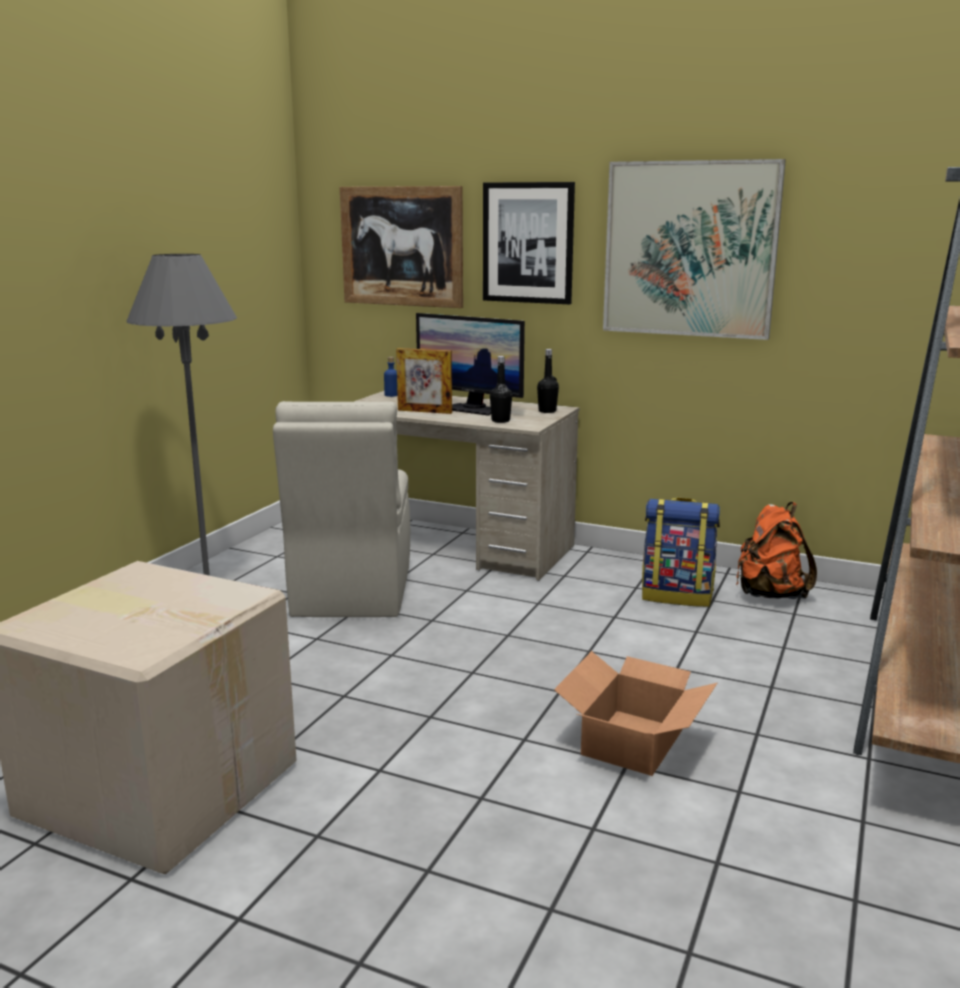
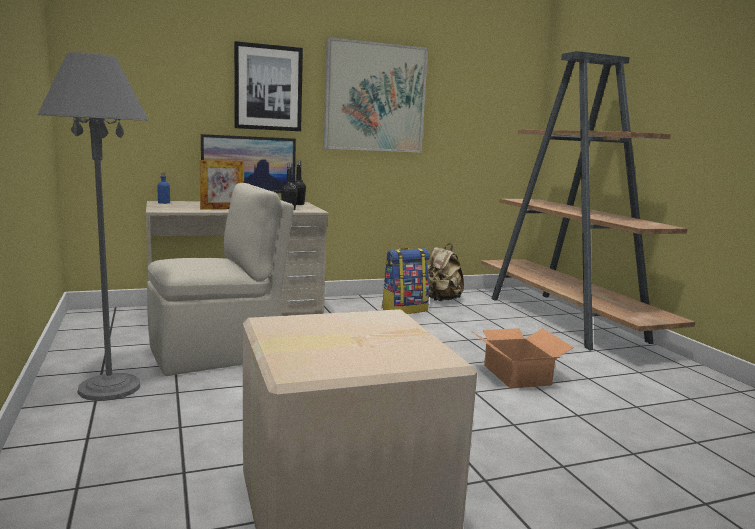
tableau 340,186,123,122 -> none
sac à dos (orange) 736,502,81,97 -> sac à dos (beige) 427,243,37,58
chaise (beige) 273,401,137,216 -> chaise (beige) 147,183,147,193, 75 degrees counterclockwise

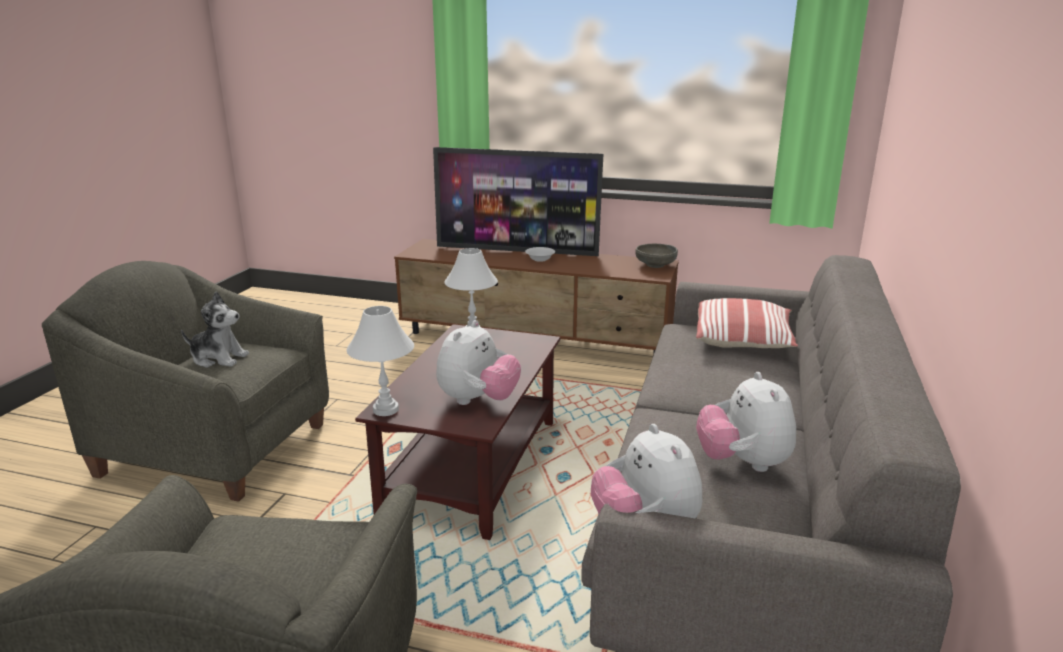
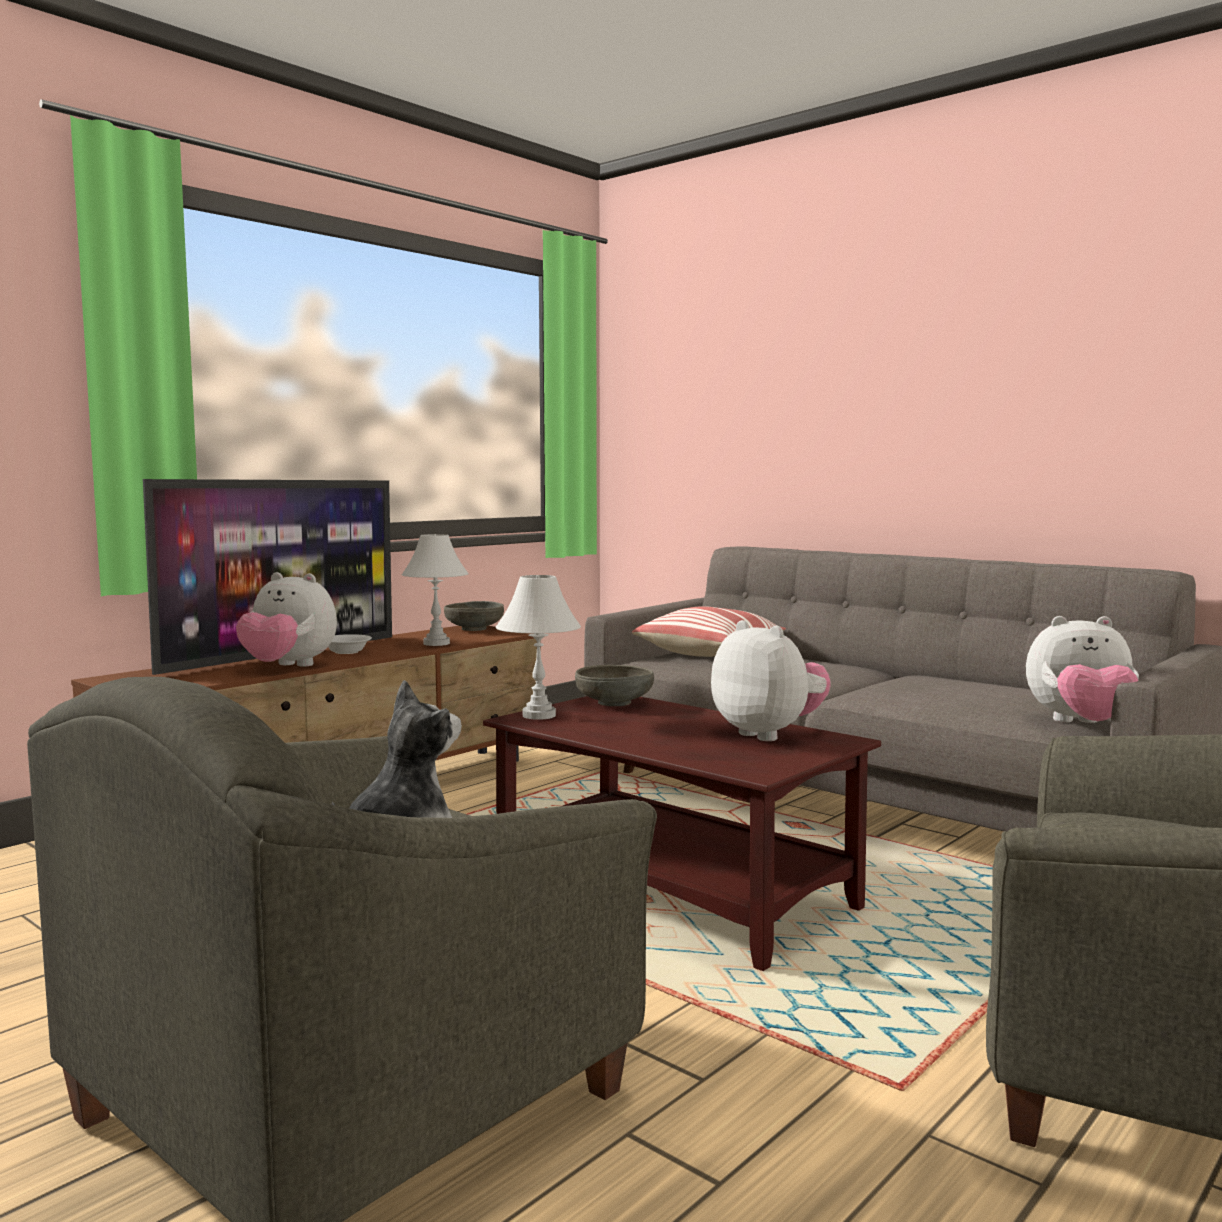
none -> bol (gris) 575,665,79,41
lampe de table (blanc) 347,306,67,110 -> lampe de table (blanc) 402,534,67,112, moved
peluche 696,372,100,100 -> peluche 236,572,101,95, moved

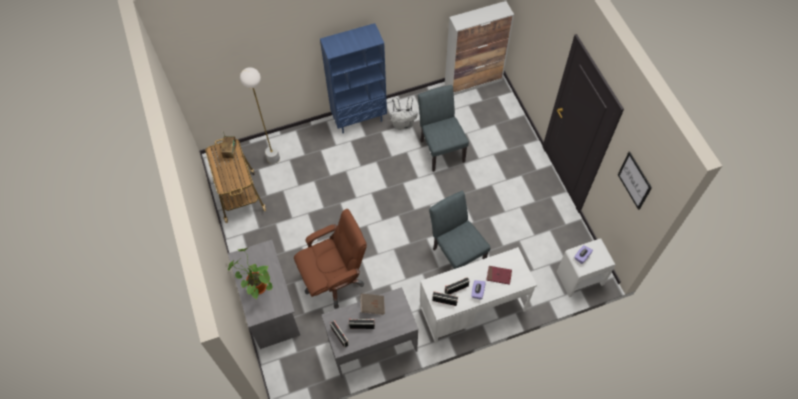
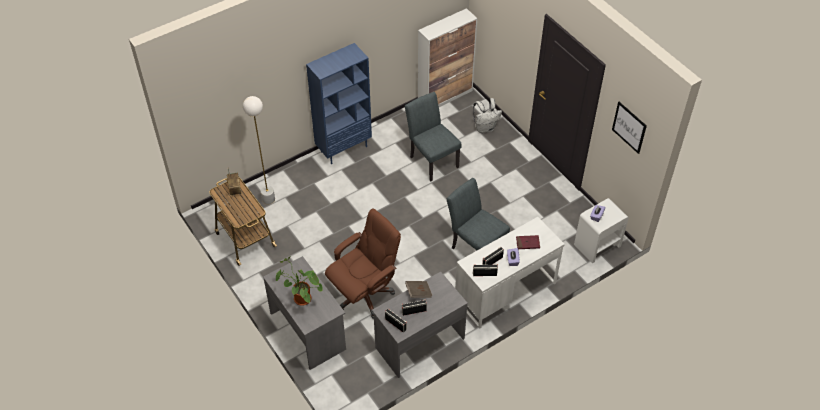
sac à dos (blanc) 390,97,28,32 -> sac à dos (blanc) 473,98,29,35, moved

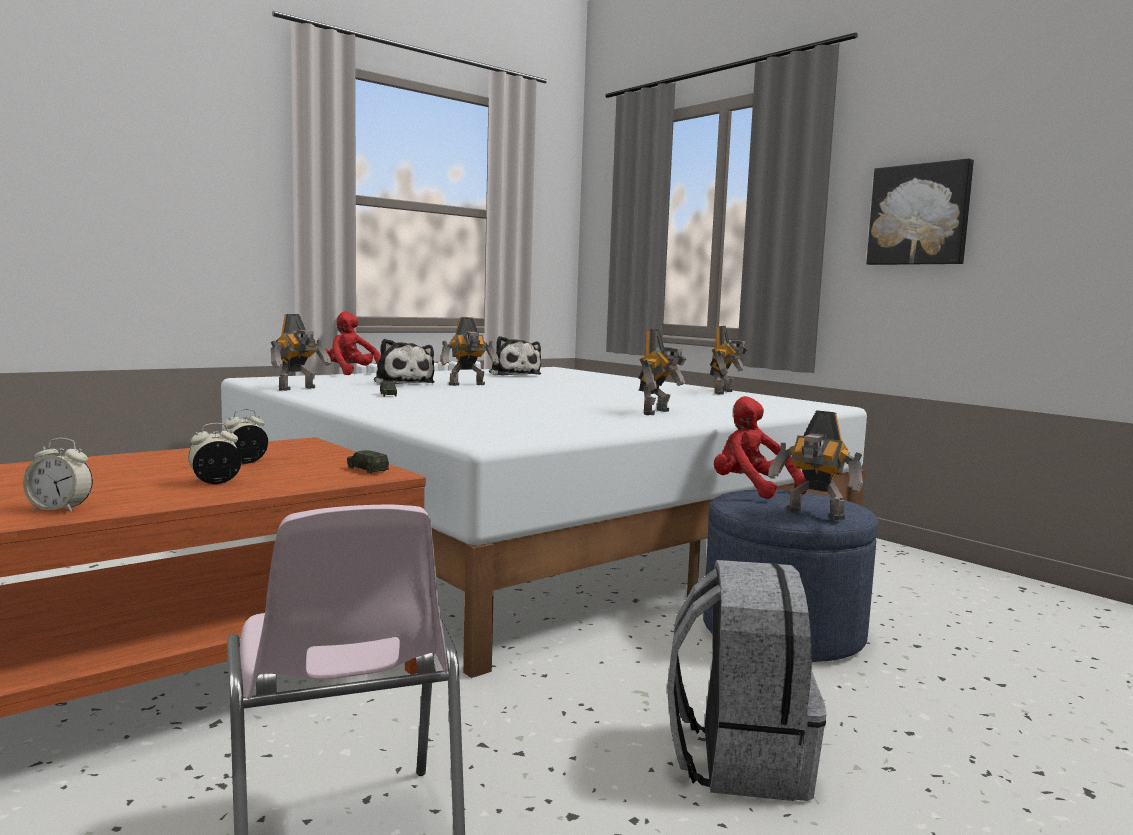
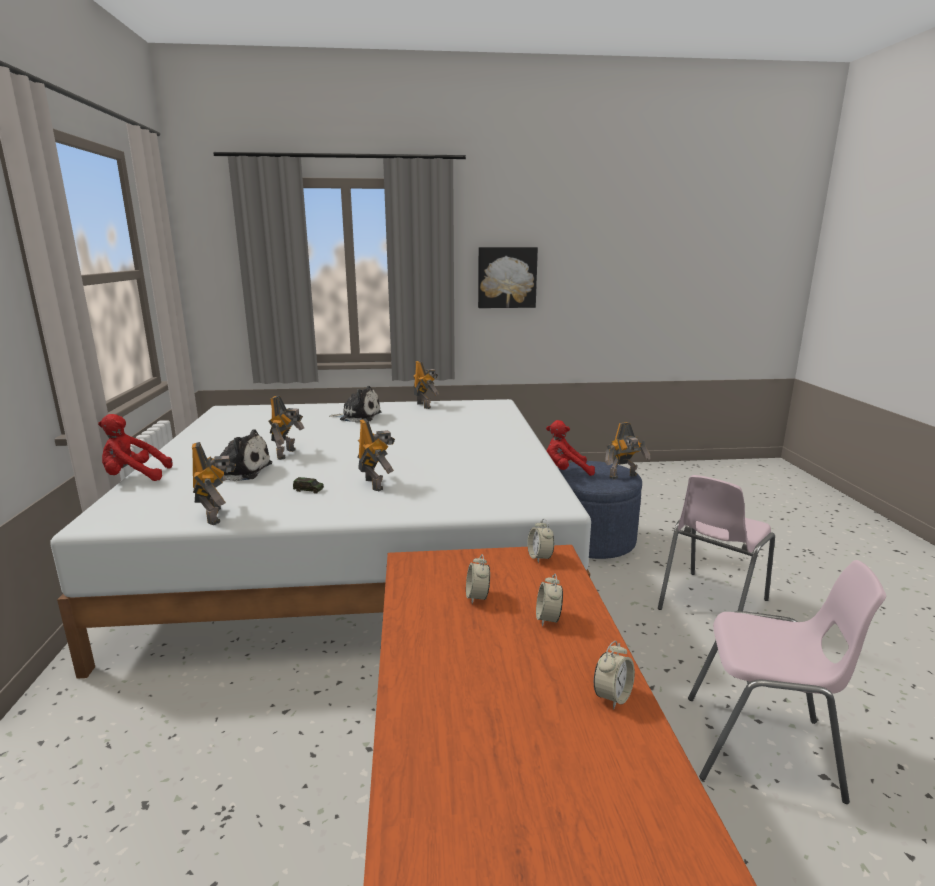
peluche 489,336,52,40 -> peluche 329,386,52,37, moved
robot jouet 639,329,47,86 -> robot jouet 357,418,38,73, moved
petite voiture 347,450,42,24 -> réveil 527,518,27,45
sac à dos (gris) 667,560,159,241 -> chaise (rose) 658,475,117,136

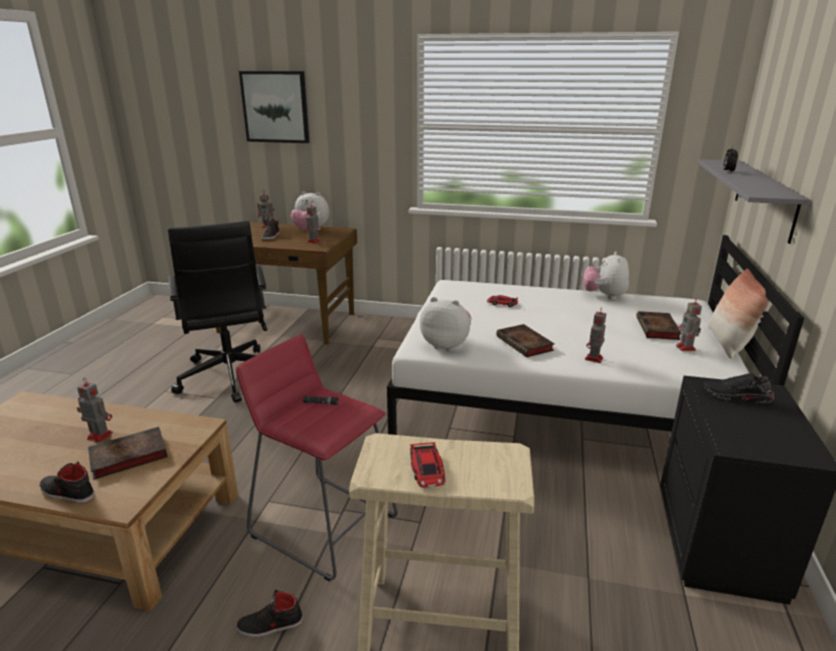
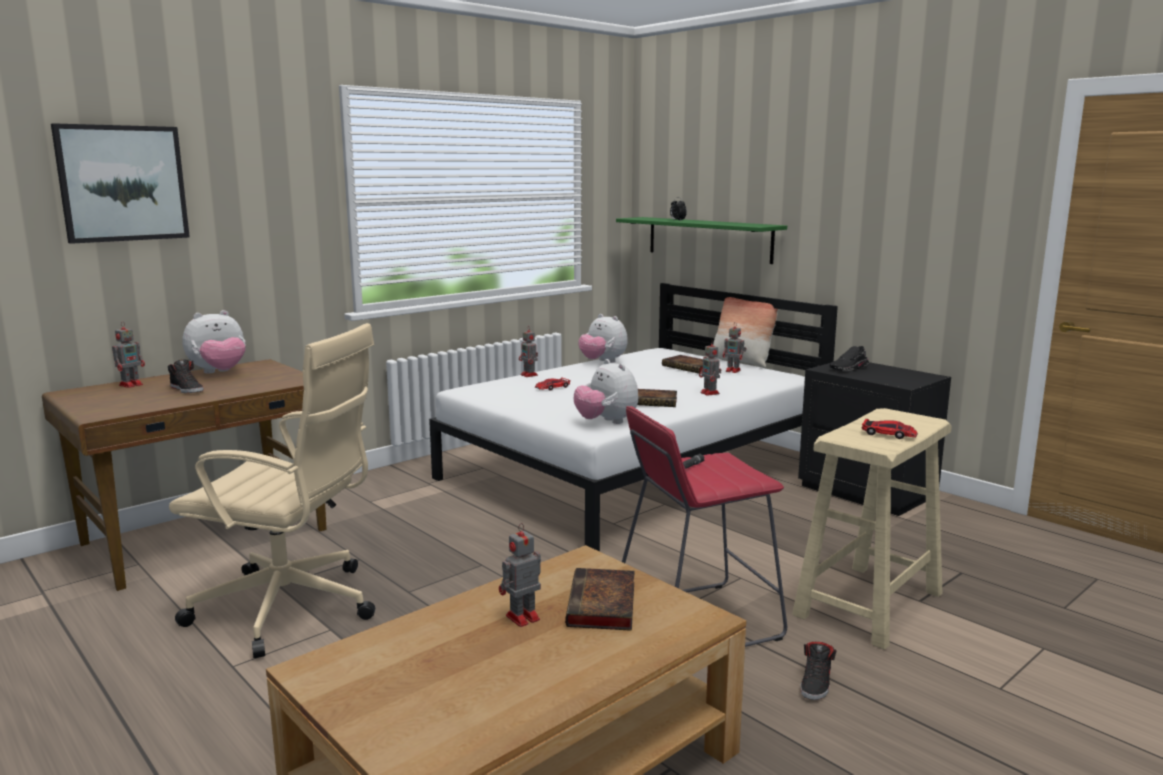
chaussure (noir) 39,461,56,43 -> none
robot jouet 305,202,16,41 -> robot jouet 519,328,19,49, moved
chaise de bureau (noir) 168,221,100,182 -> chaise de bureau (beige) 169,323,206,335
étagère (gris) 697,159,113,85 -> étagère (vert) 616,217,171,47
peluche 420,297,52,55 -> peluche 574,359,64,65, 90 degrees counterclockwise

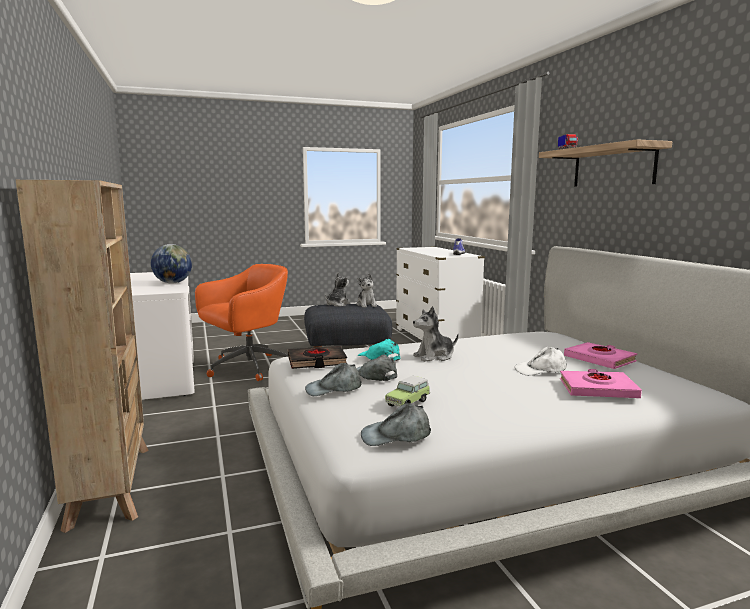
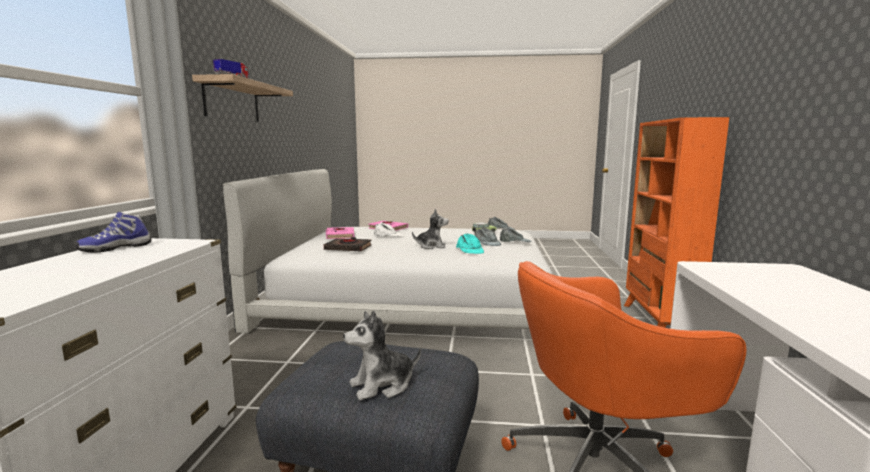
globe 151,244,41,40 -> none
peluche 356,273,21,34 -> none
livre (noir) 288,346,59,23 -> livre (noir) 324,237,48,15, moved
bibliothèque (beige) 16,180,133,353 -> bibliothèque (orange) 624,117,105,211

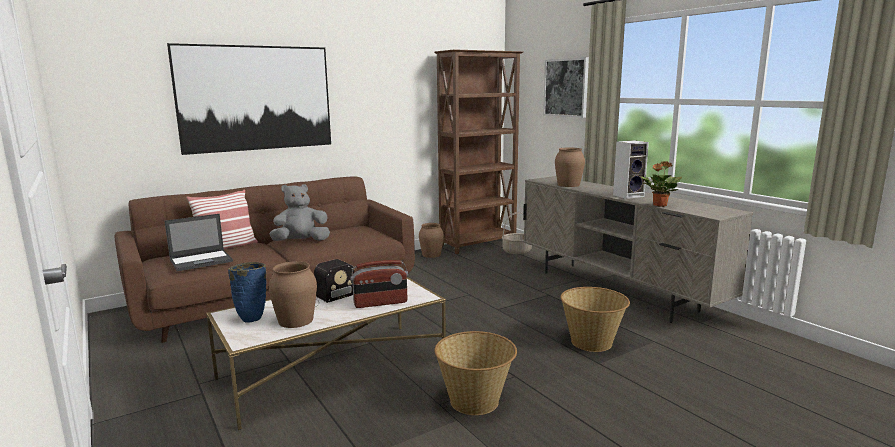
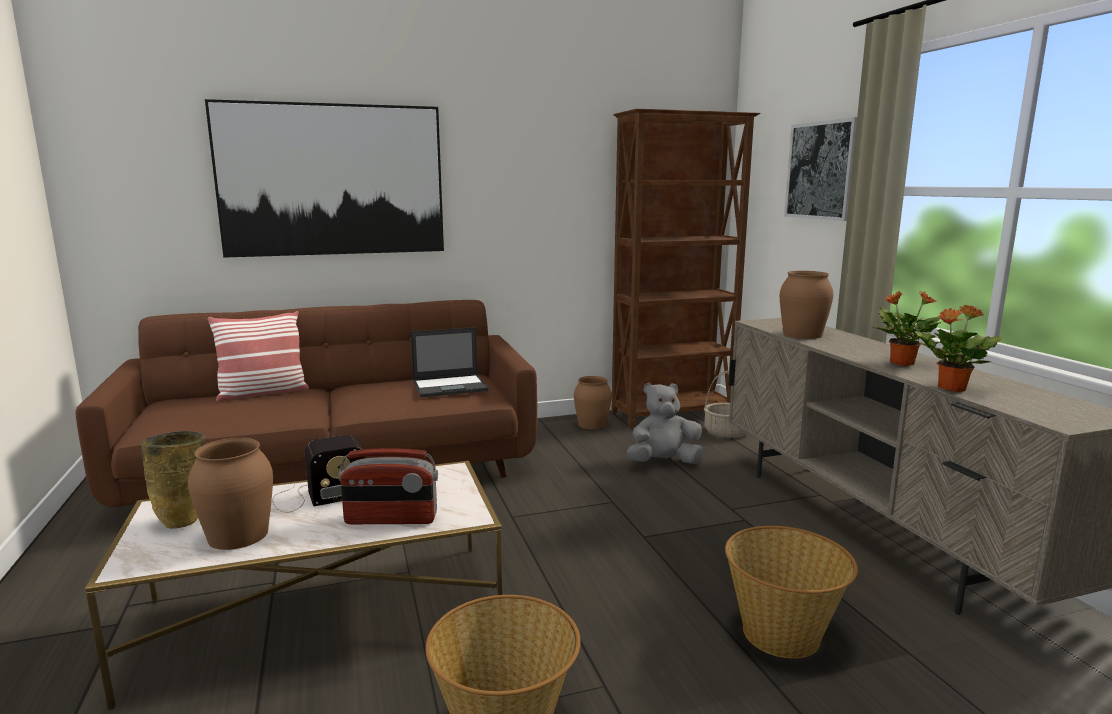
ordinateur portable 165,214,68,57 -> ordinateur portable 410,327,79,70, moved
peluche (gris) 269,184,61,57 -> peluche (gris) 627,383,77,81, moved
enceinte 613,140,36,59 -> plante en pot 874,291,68,75
vase (bleu) 228,262,38,60 -> vase (beige) 141,431,64,98

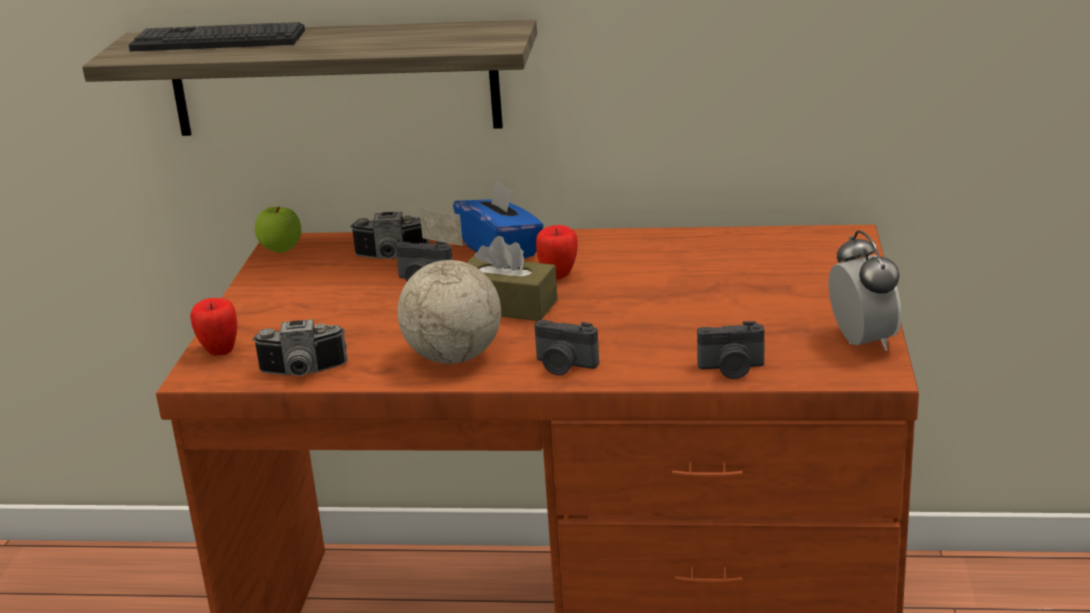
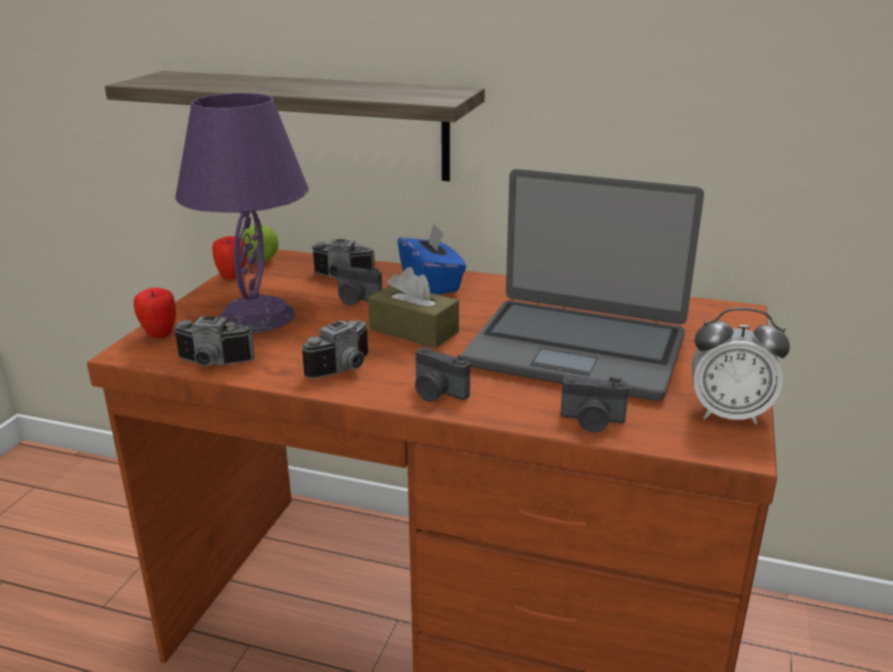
clavier 129,22,176,29 -> none
none -> lampe de table (violet) 175,93,134,240
none -> ordinateur portable 461,169,243,232
pomme 536,225,42,55 -> pomme 212,236,35,44, moved
globe 397,207,104,157 -> appareil photo 302,320,66,59
réveil 829,230,73,121 -> réveil 692,308,98,117, 105 degrees clockwise

